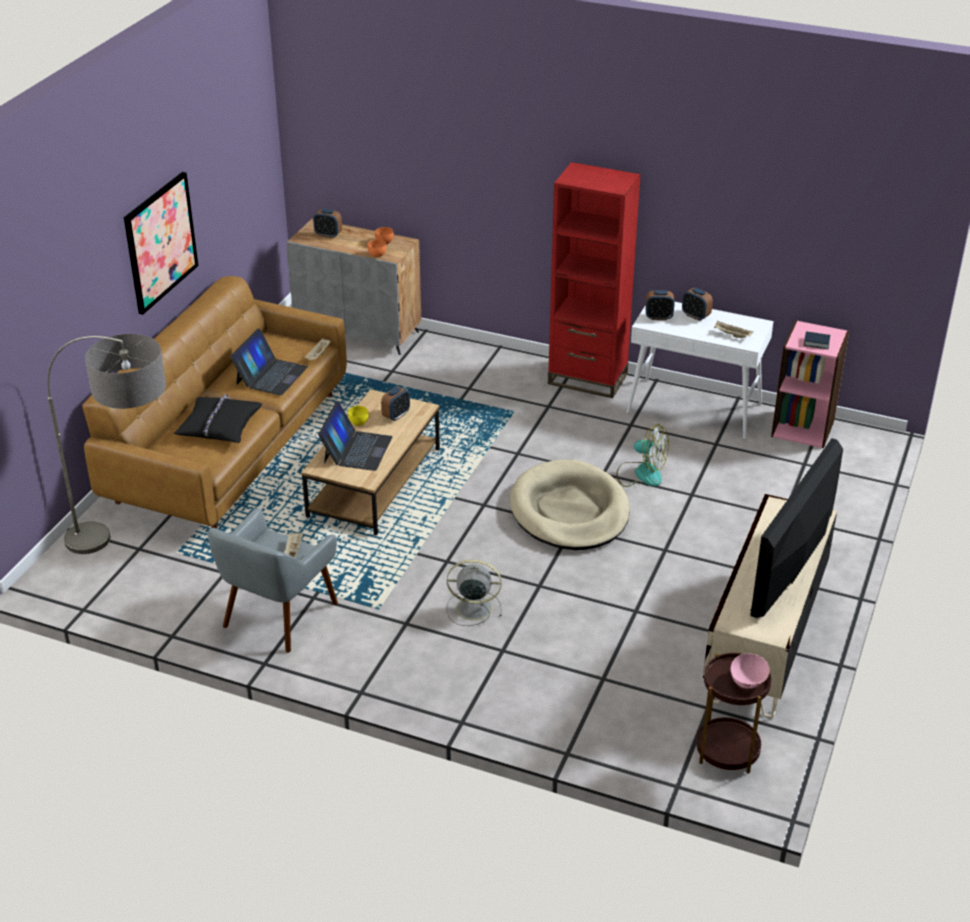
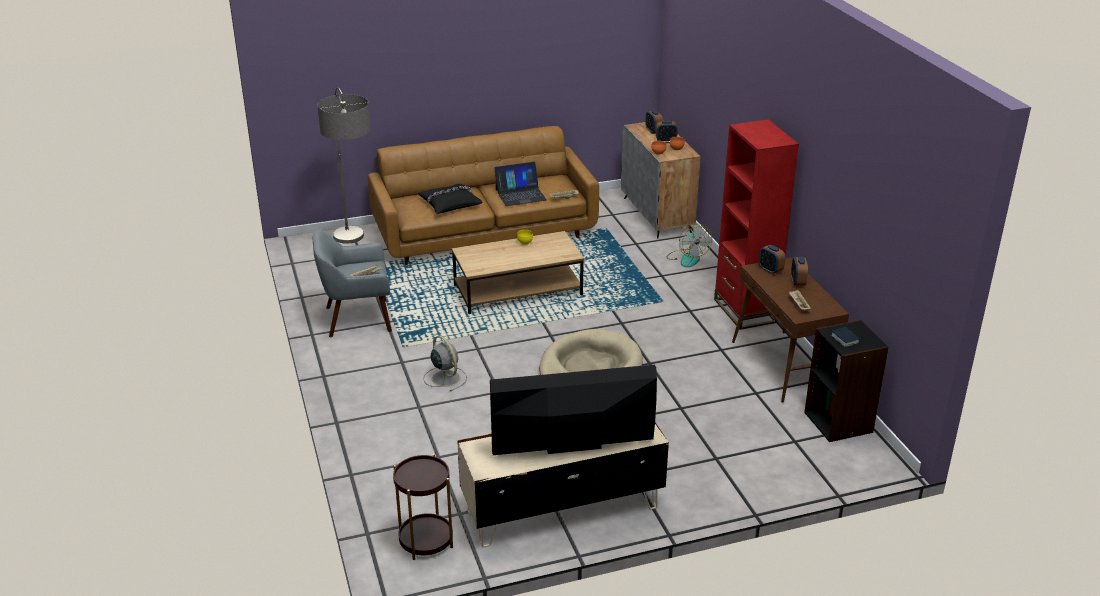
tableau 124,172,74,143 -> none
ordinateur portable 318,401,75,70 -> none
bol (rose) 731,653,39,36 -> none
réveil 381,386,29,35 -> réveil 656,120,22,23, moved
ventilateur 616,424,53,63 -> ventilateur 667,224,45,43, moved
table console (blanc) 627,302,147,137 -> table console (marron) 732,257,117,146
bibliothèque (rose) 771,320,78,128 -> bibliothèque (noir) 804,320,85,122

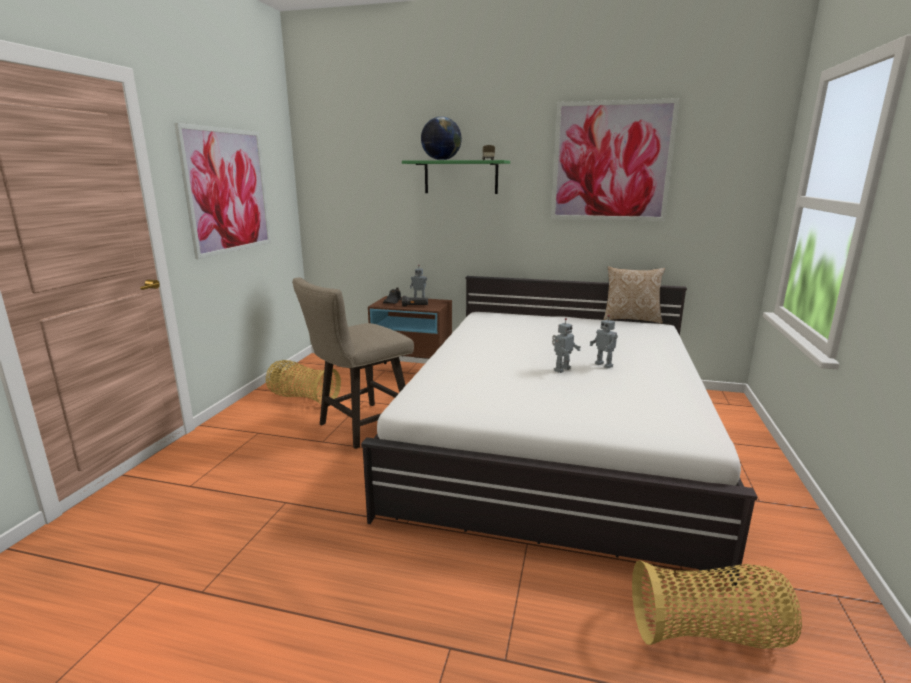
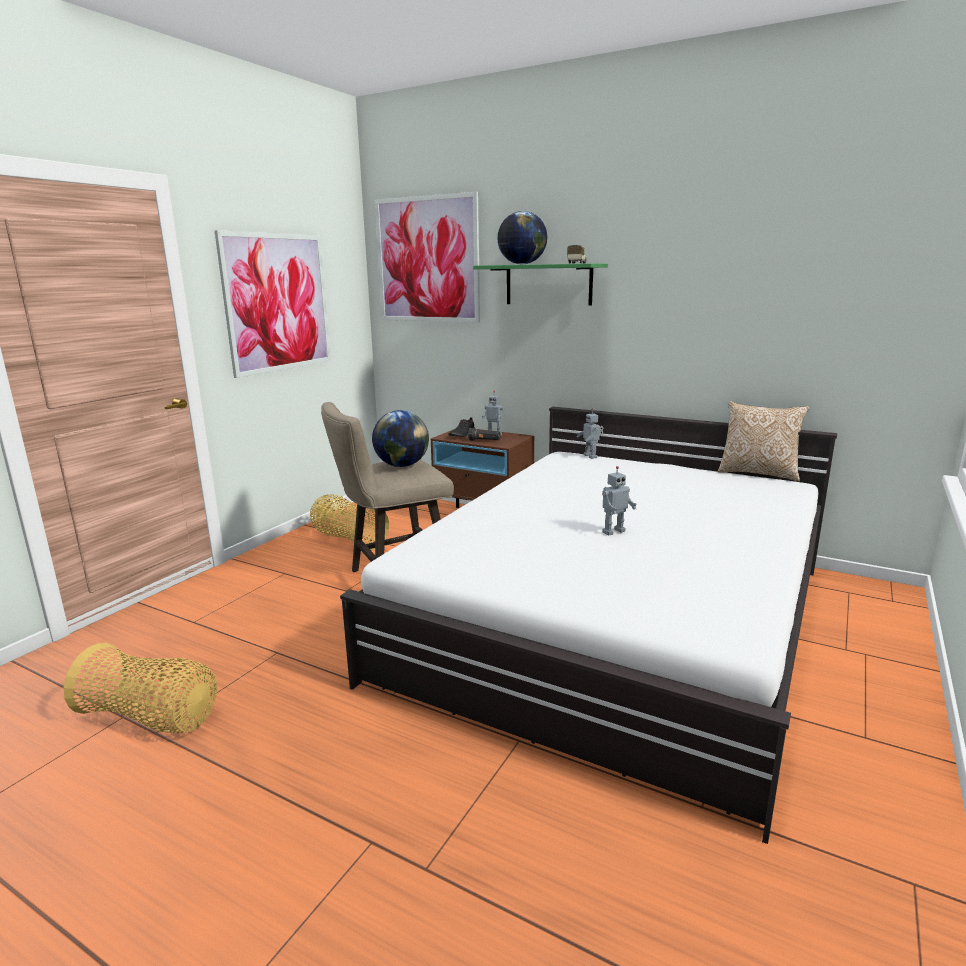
none -> globe 372,410,57,57
tableau 551,98,129,123 -> tableau 375,192,105,131, moved
robot jouet 589,315,29,54 -> robot jouet 577,409,26,50, moved
panier 632,560,170,89 -> panier 64,643,153,91, moved

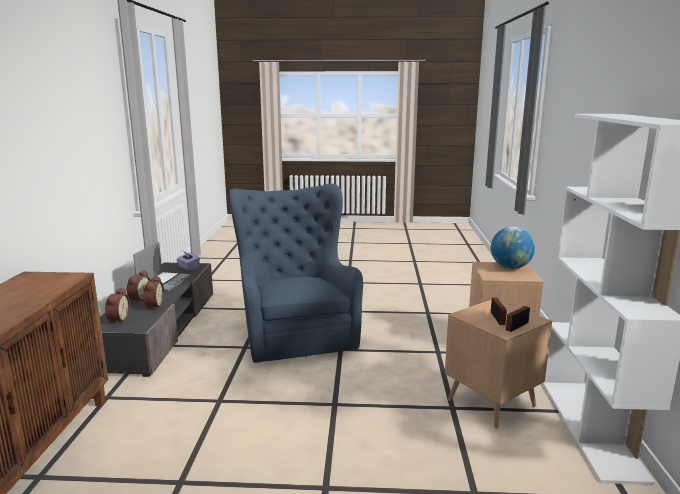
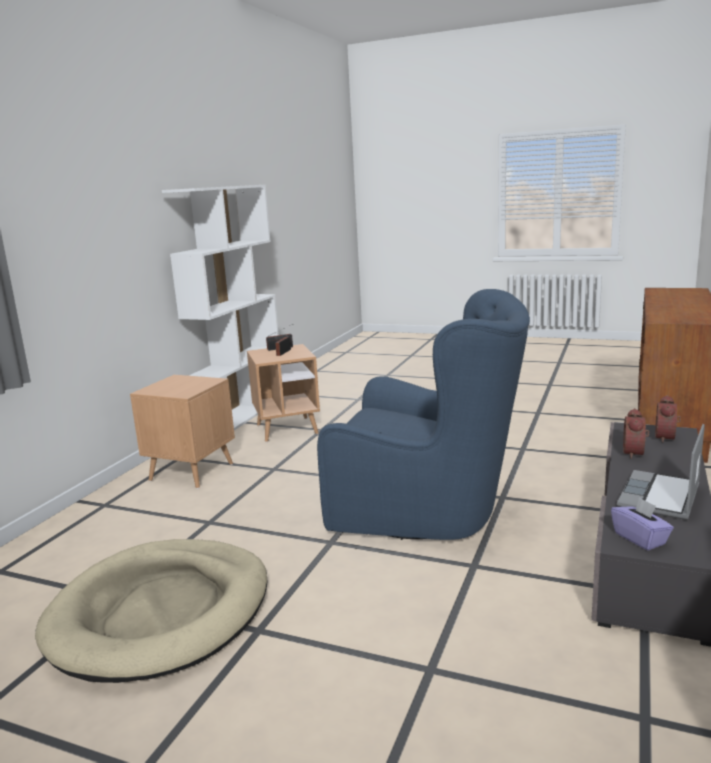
réveil 127,270,24,33 -> none
globe 491,226,44,43 -> none
none -> panier pour chien (beige) 35,539,233,144
fauteuil (bleu) 229,184,134,179 -> fauteuil (bleu) 317,289,213,251, 75 degrees counterclockwise

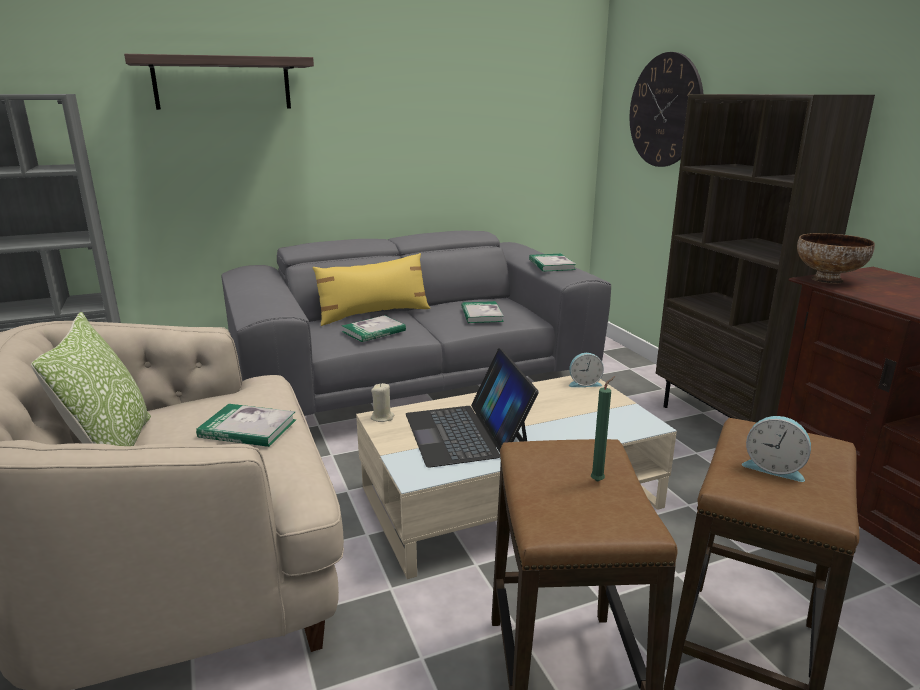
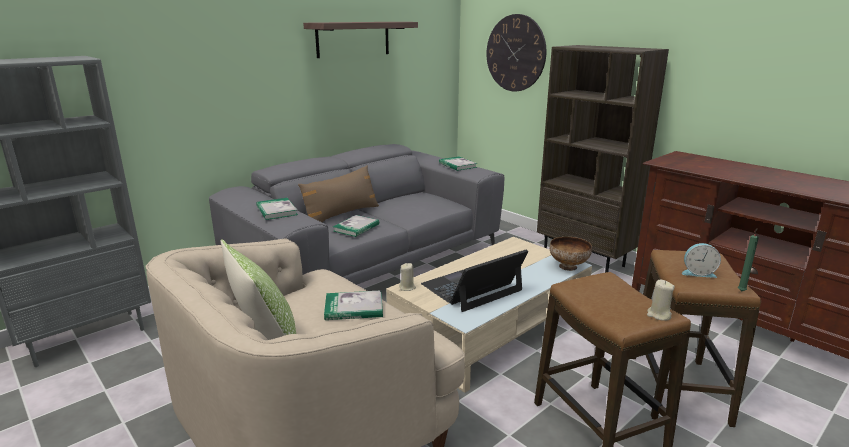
réveil 569,353,35,34 -> none
none -> bougie (beige) 647,279,28,42
étagère 124,54,190,56 -> étagère 303,22,115,36, moved
livre 461,301,43,22 -> livre 256,198,42,22, moved
bougie (vert) 591,376,24,106 -> bougie (vert) 738,228,21,64, moved
bol 797,233,78,51 -> bol 549,237,43,34, moved
coussin (jaune) 312,253,118,73 -> coussin (marron) 298,165,81,57
ordinateur portable 406,348,133,119 -> ordinateur portable 421,250,107,62, 90 degrees clockwise

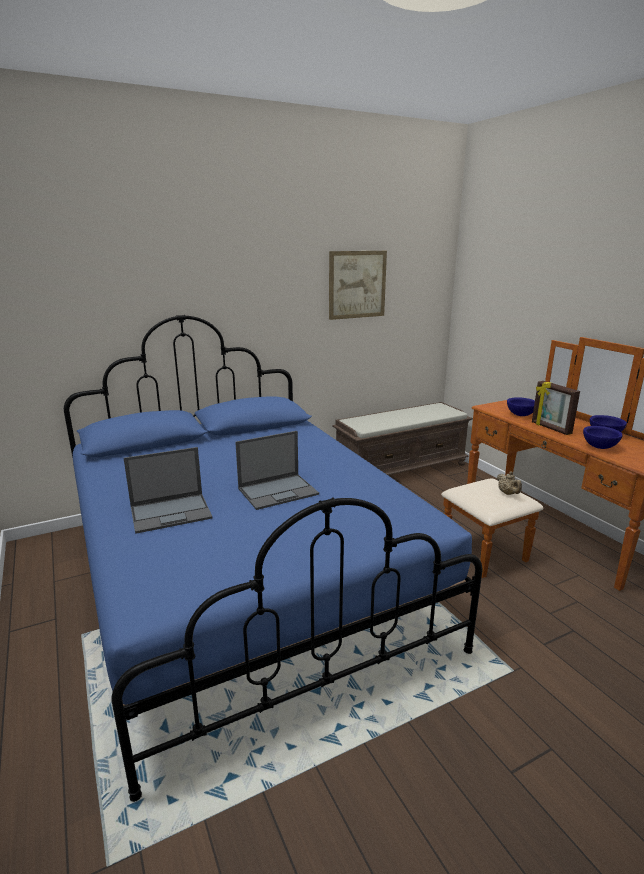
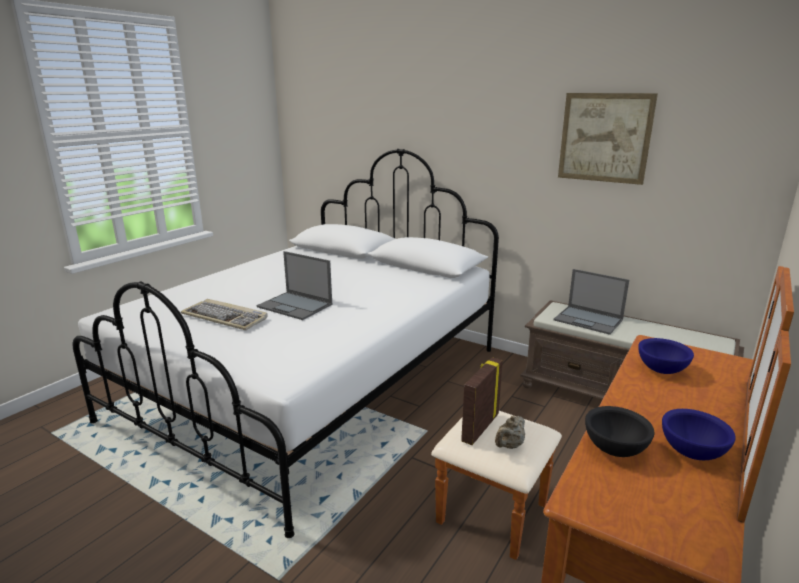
none -> clavier 181,299,87,31
ordinateur portable 124,447,88,87 -> ordinateur portable 554,269,75,66, moved
cadre photo 532,381,48,54 -> cadre photo 461,357,42,88, moved
lit (bleu) 64,315,418,487 -> lit (blanc) 73,149,426,389
bol (bleu) 583,426,40,23 -> bol (noir) 585,406,70,51

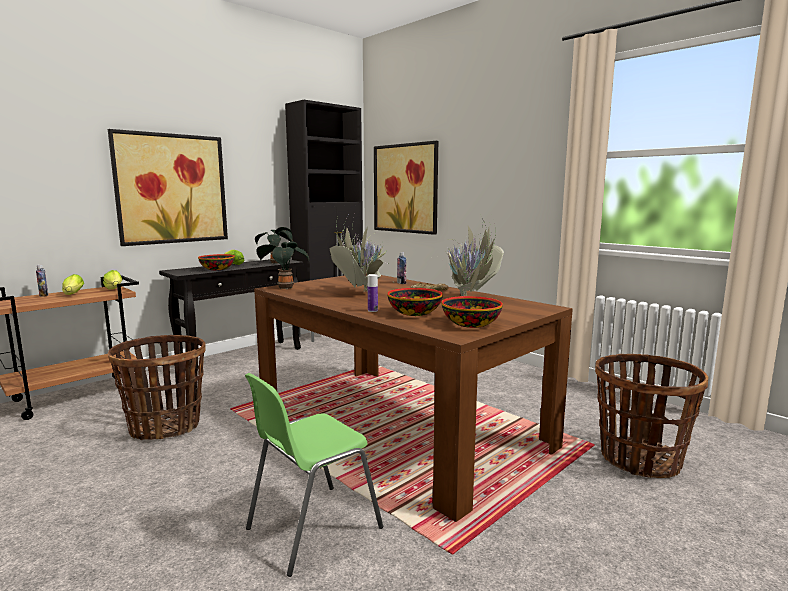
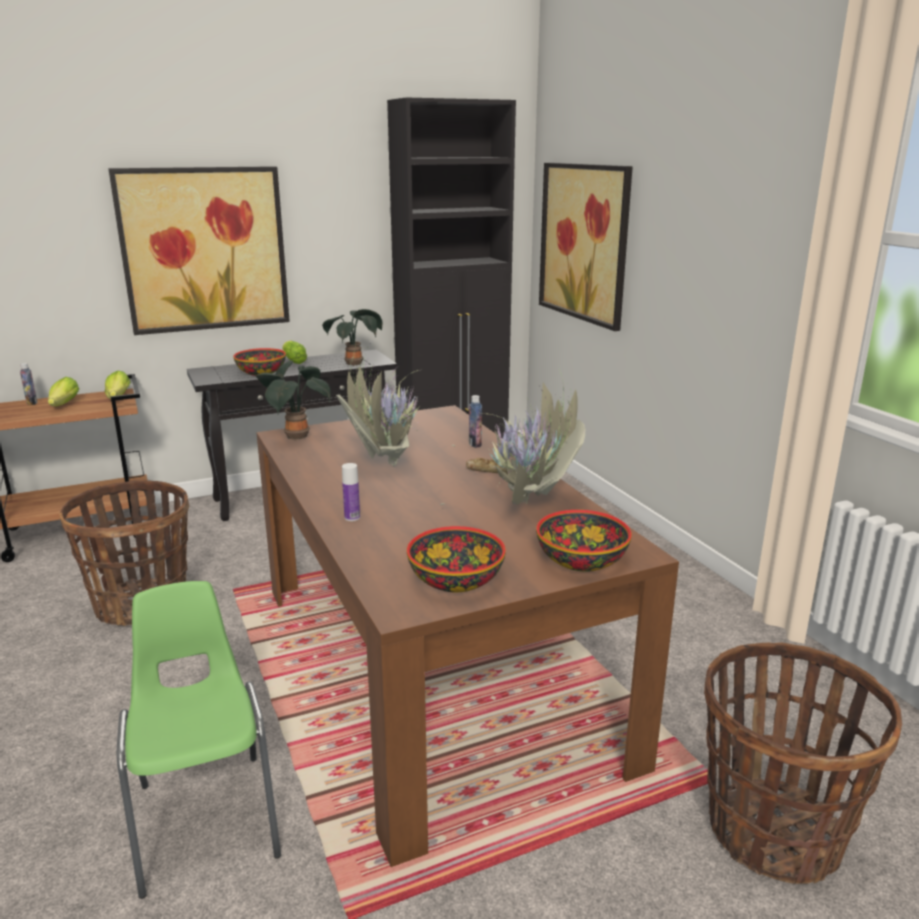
bol 387,288,56,28 -> bol 536,510,96,62, moved
chaise (vert) 245,373,138,204 -> chaise (vert) 117,581,164,318, 90 degrees clockwise

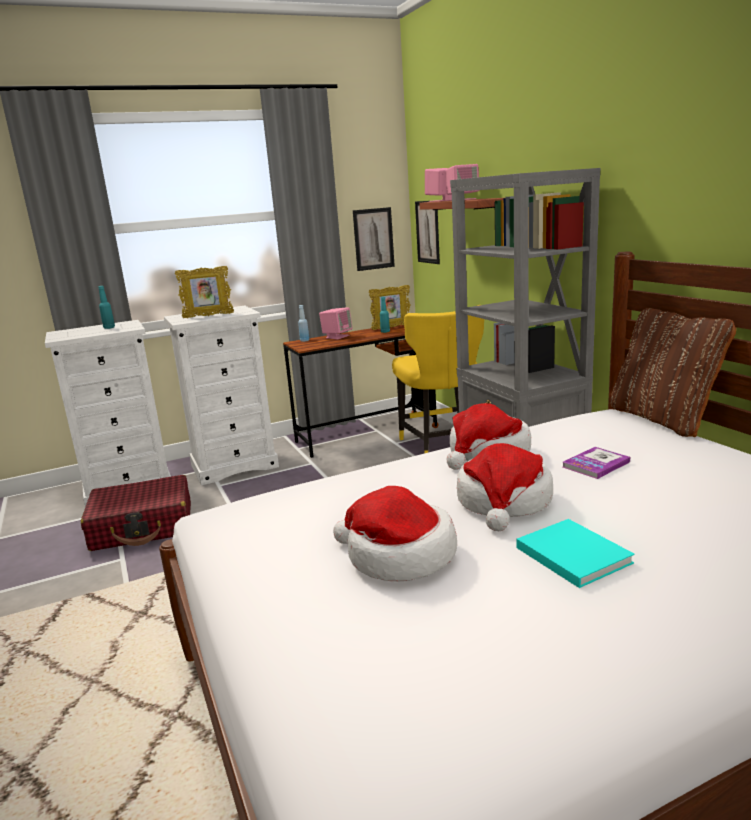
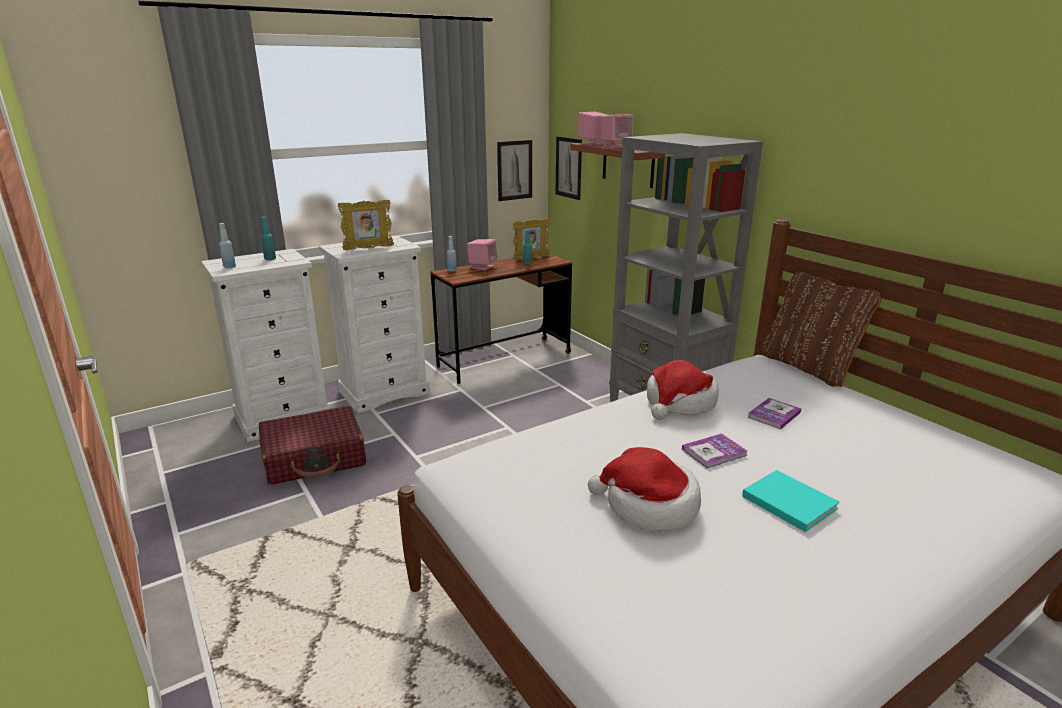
chaise (jaune) 392,305,92,148 -> none
none -> bouteille (bleu) 219,223,17,45
chapeau 457,443,96,88 -> livre 682,434,65,34

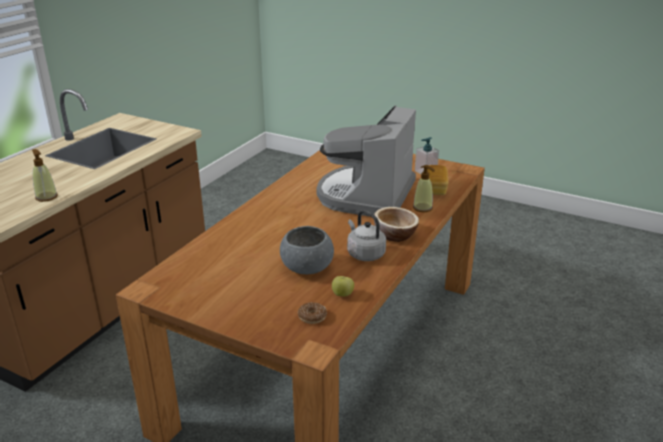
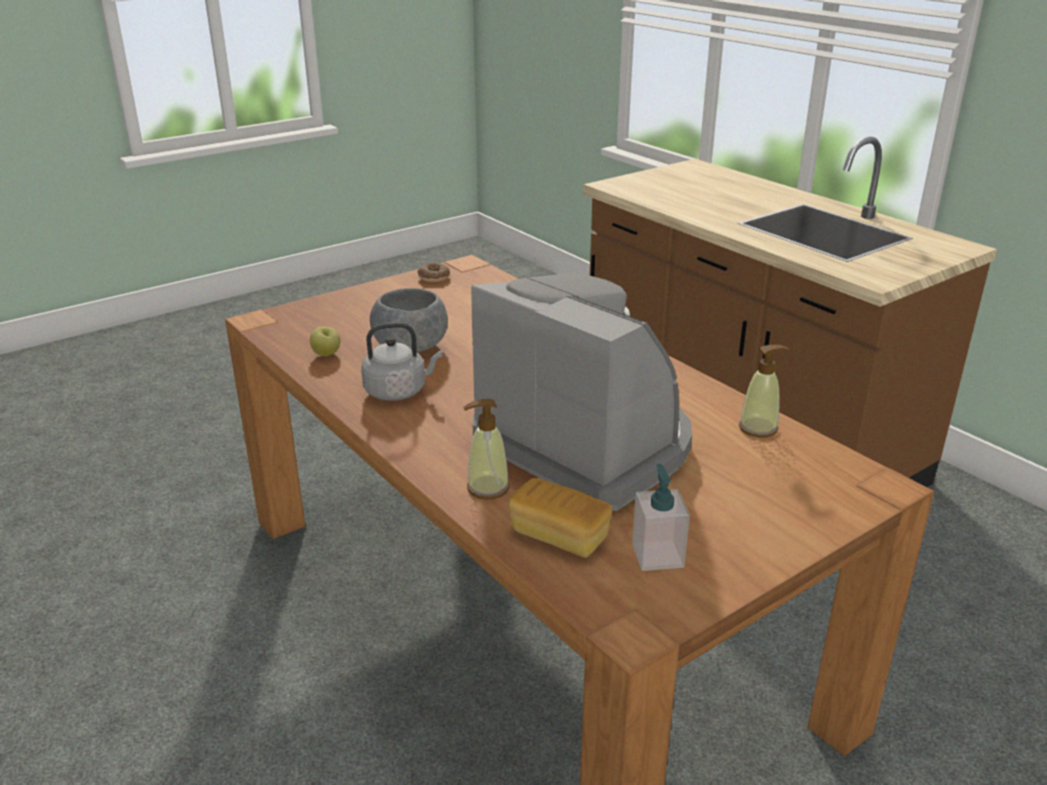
bol 374,207,45,35 -> none
distributeur de savon 32,149,26,53 -> distributeur de savon 739,345,51,92, moved
beignet 298,302,29,22 -> beignet 417,262,33,20, moved

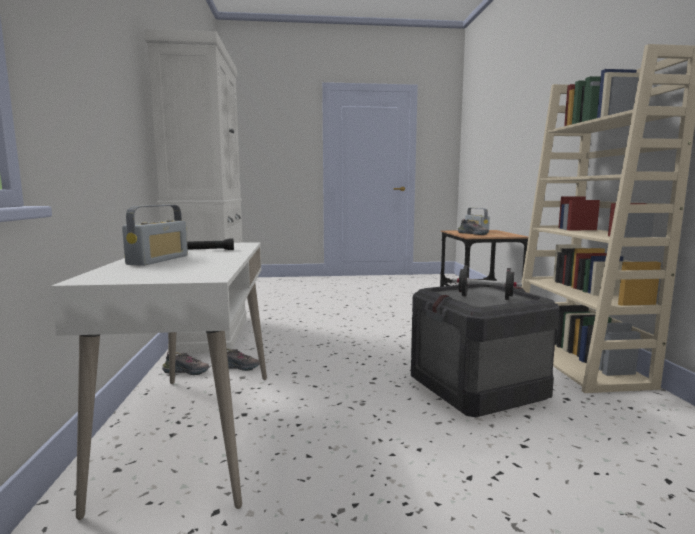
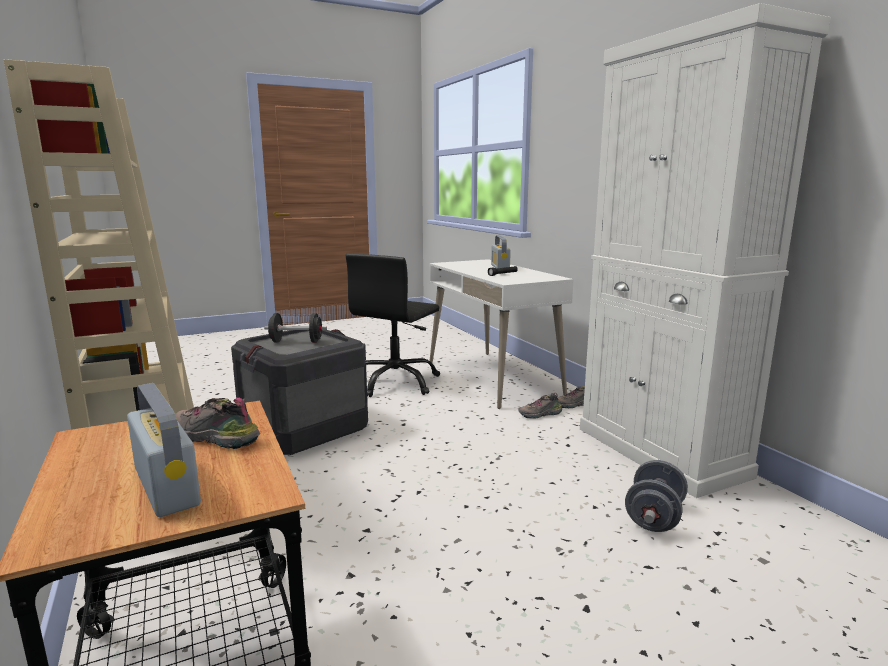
none -> chaise de bureau (noir) 346,254,94,143
none -> haltère (gris) 625,460,63,72

